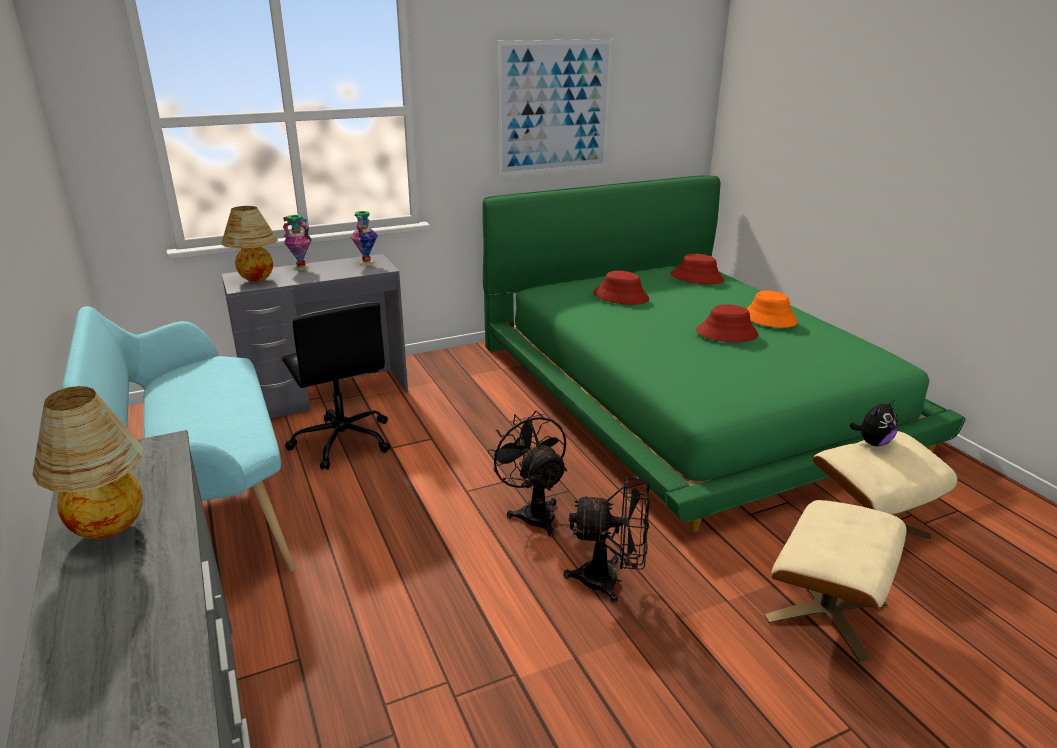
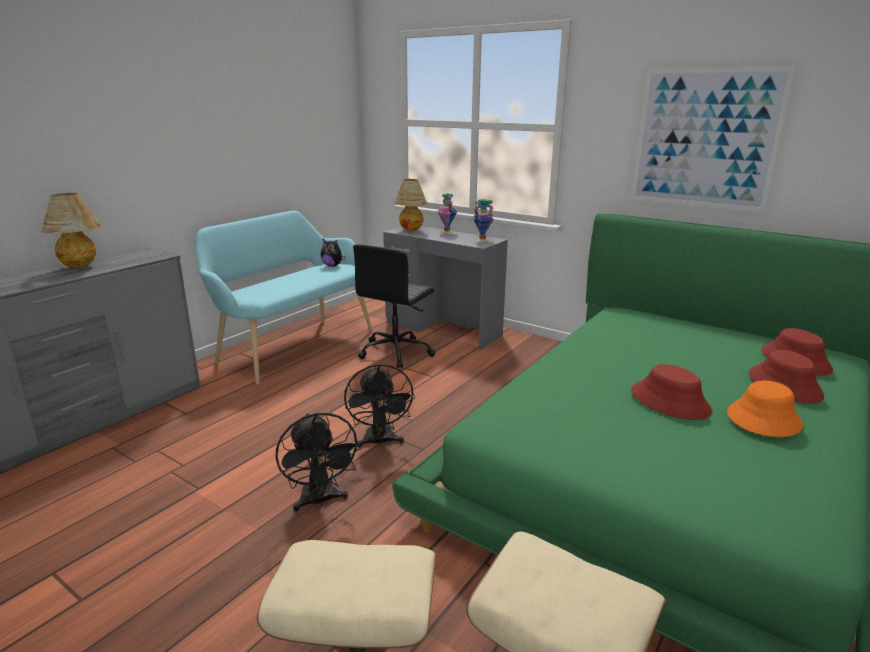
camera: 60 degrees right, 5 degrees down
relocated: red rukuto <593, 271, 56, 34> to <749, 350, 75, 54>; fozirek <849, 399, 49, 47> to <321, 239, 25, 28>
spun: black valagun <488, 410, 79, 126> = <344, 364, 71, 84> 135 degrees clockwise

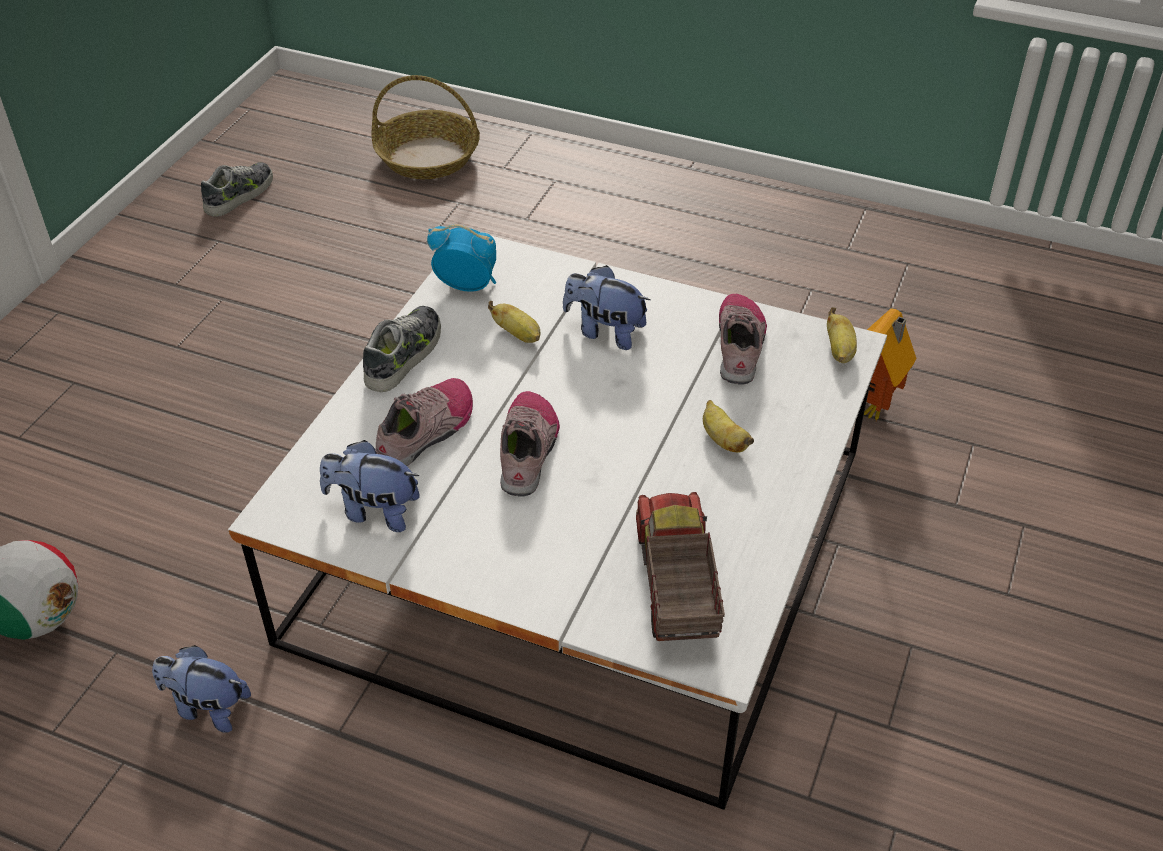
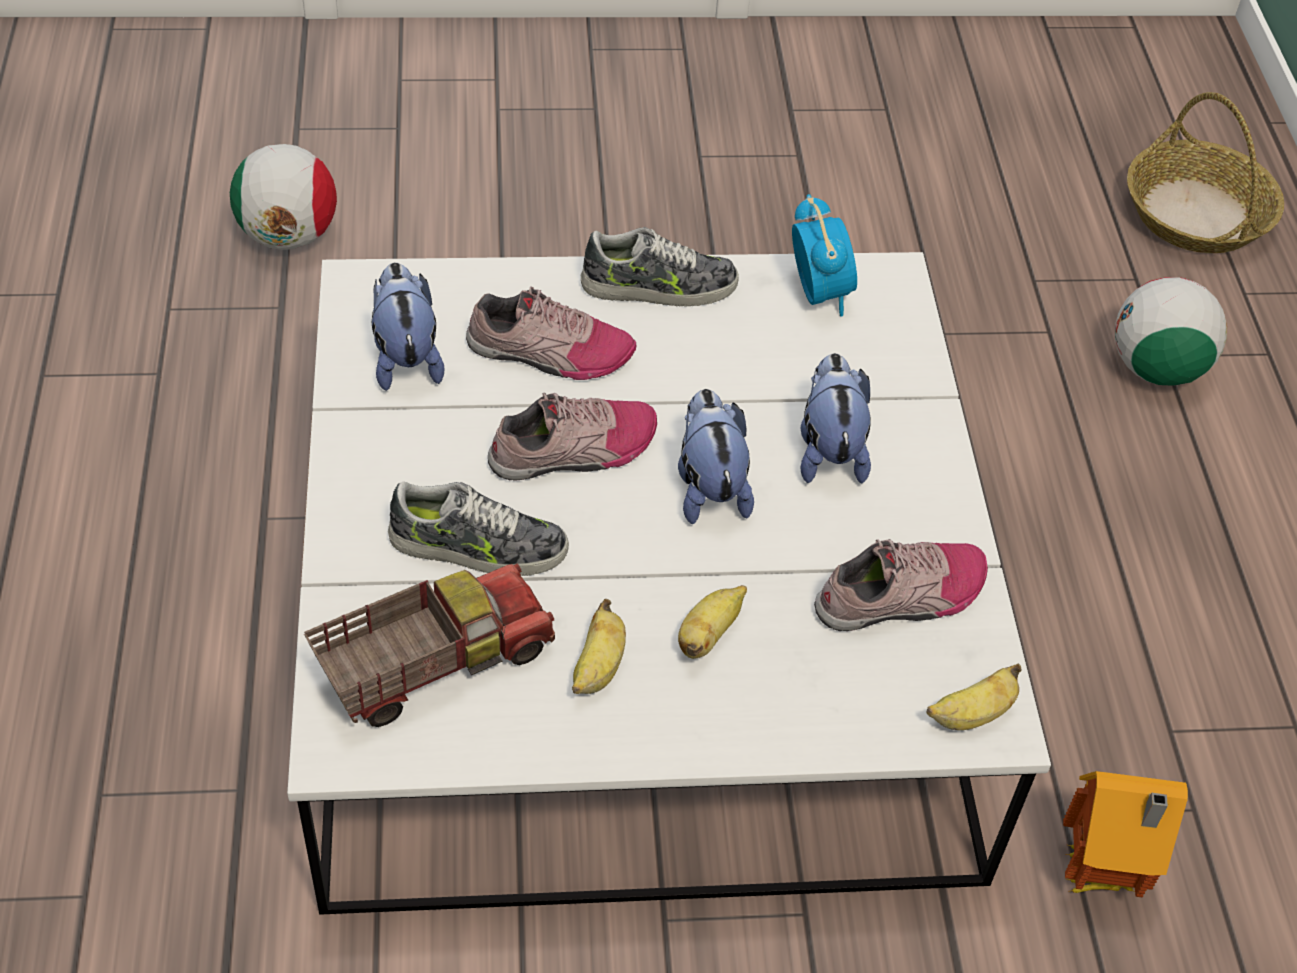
camera: 60 degrees right, 5 degrees up
appeared: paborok <1115, 277, 112, 108>
relocated: fozirek <152, 645, 99, 88> to <678, 389, 76, 135>; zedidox <201, 162, 72, 55> to <388, 481, 181, 95>; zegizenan <488, 301, 53, 42> to <572, 599, 54, 95>

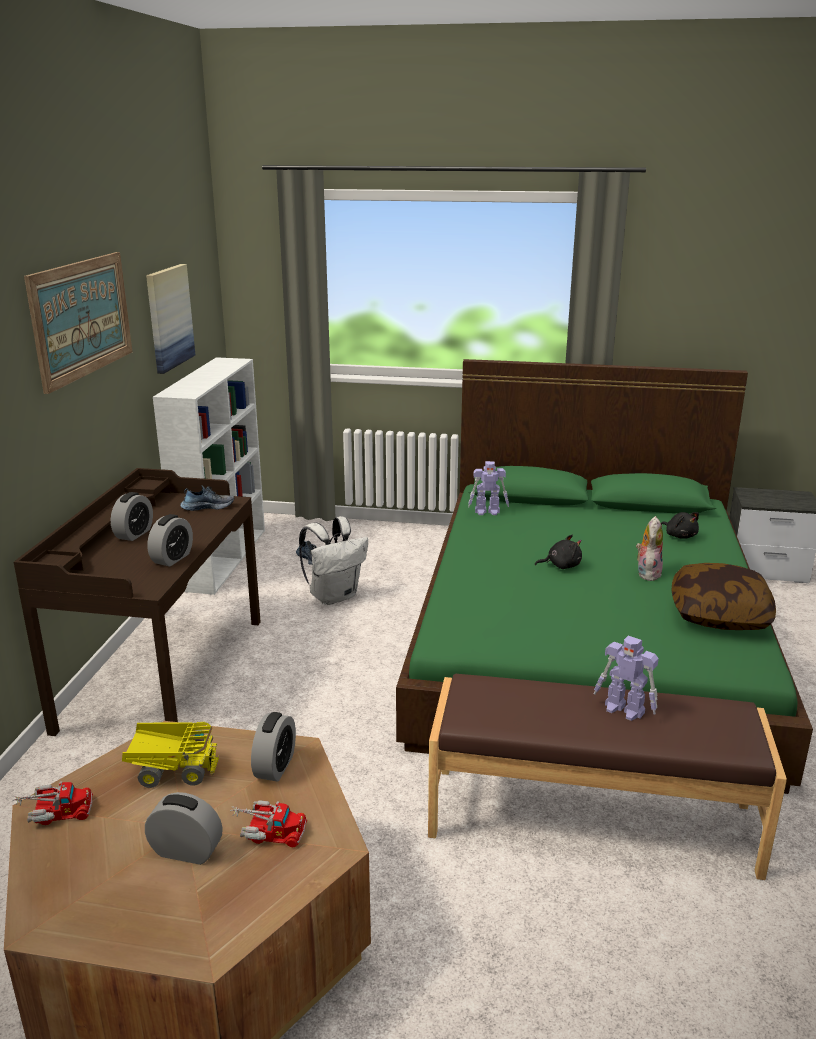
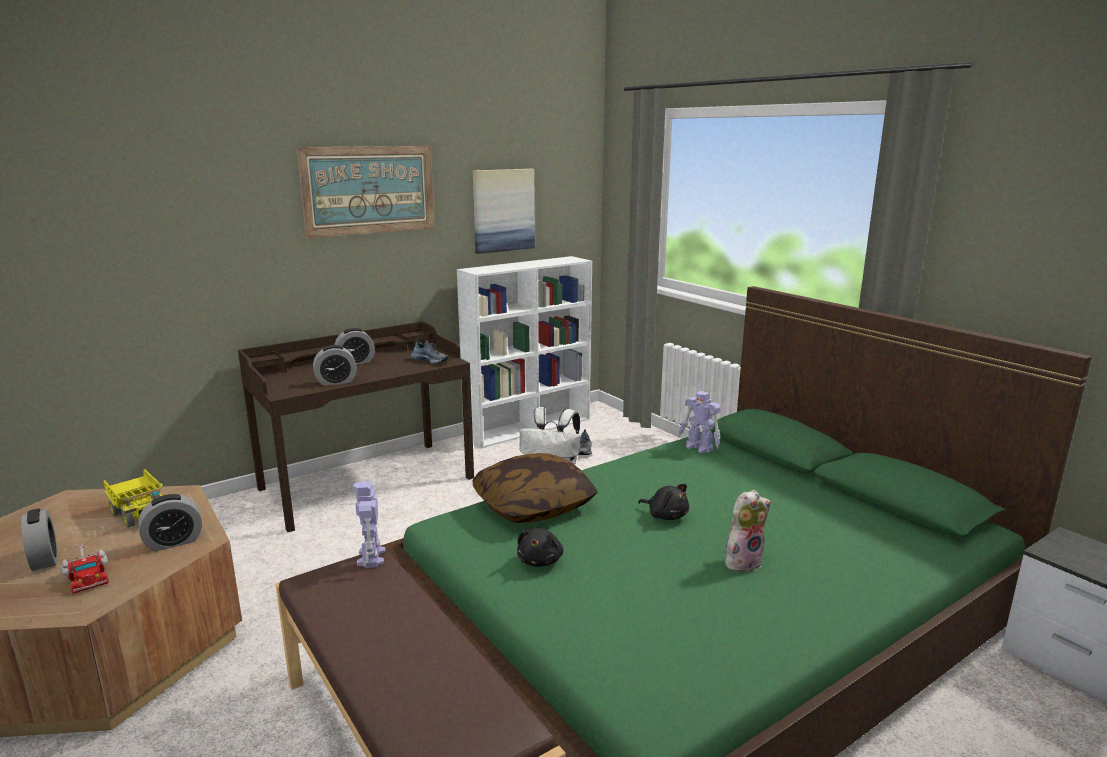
camera: 45 degrees right, 5 degrees down
missing: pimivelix <12, 781, 81, 44>
relocated: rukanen <594, 636, 65, 85> to <353, 481, 32, 87>; black fozirek <661, 512, 38, 27> to <517, 528, 47, 39>; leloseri <672, 563, 104, 67> to <472, 453, 126, 70>

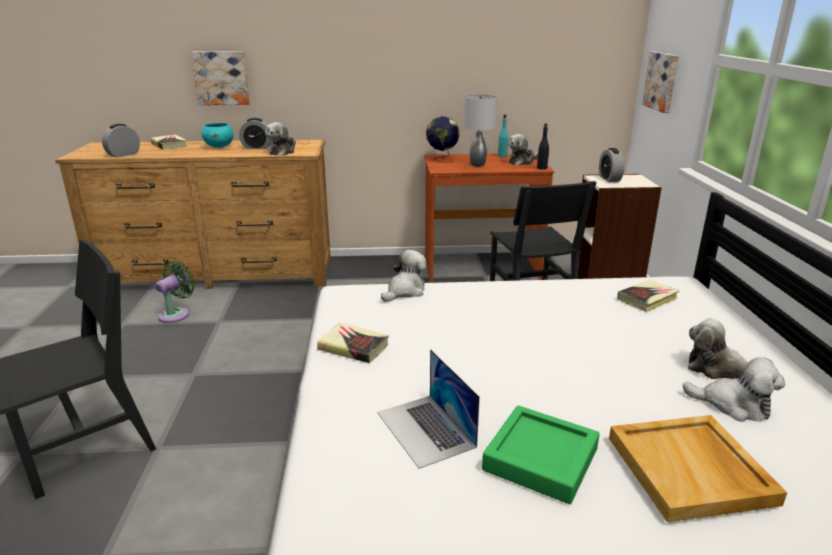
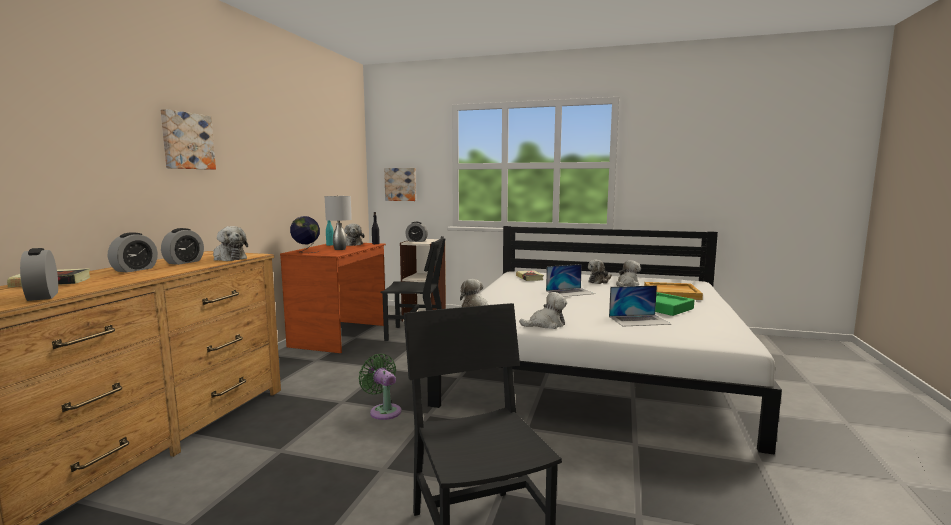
camera: 70 degrees left, 15 degrees down
appeared: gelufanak <546, 264, 49, 33>
relocated: green valagun <155, 261, 40, 62> to <358, 354, 43, 66>; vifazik <191, 51, 59, 54> to <160, 109, 56, 61>
exchanged: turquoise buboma <202, 123, 32, 25> to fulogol <108, 232, 50, 41>; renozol <317, 322, 72, 41> to fozirek <519, 292, 48, 37>

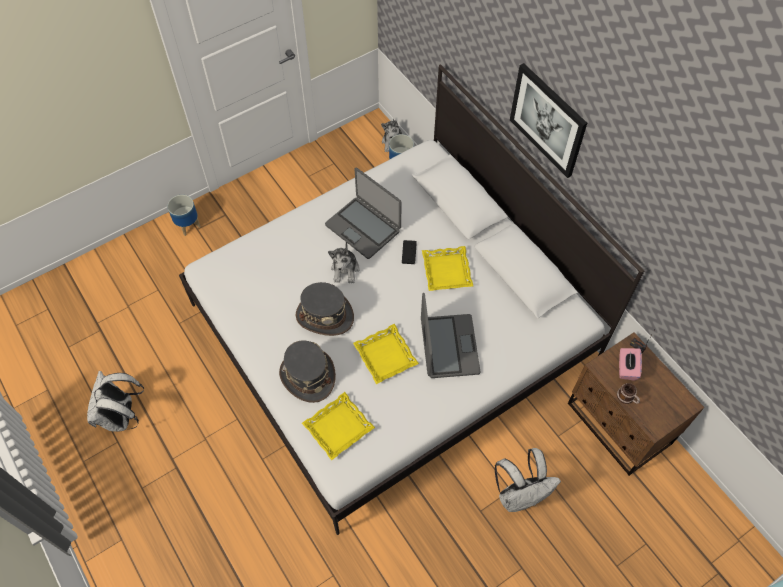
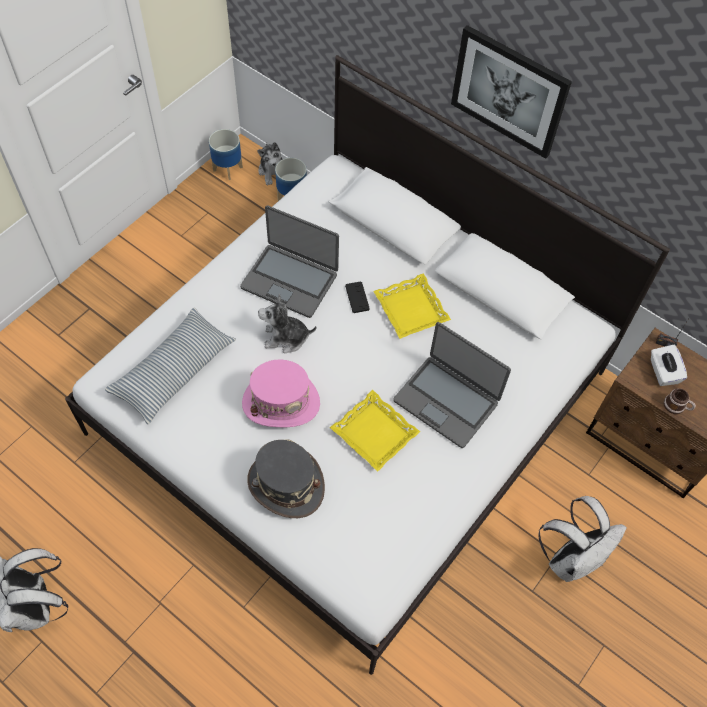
camera: 20 degrees left, 0 degrees up
missing: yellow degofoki <302, 392, 73, 69>
appeared: leloseri <105, 307, 131, 117>
relocated: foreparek <167, 195, 33, 41> to <209, 129, 34, 51>
colour: grey rukuto <296, 282, 58, 54> to pink rukuto <242, 360, 78, 67>; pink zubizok <619, 348, 23, 33> to white zubizok <651, 345, 36, 41>
spun: fozirek <328, 241, 32, 42> = <258, 294, 59, 59> 105 degrees clockwise; gelufanak <421, 293, 59, 85> = <393, 322, 118, 126> 150 degrees clockwise

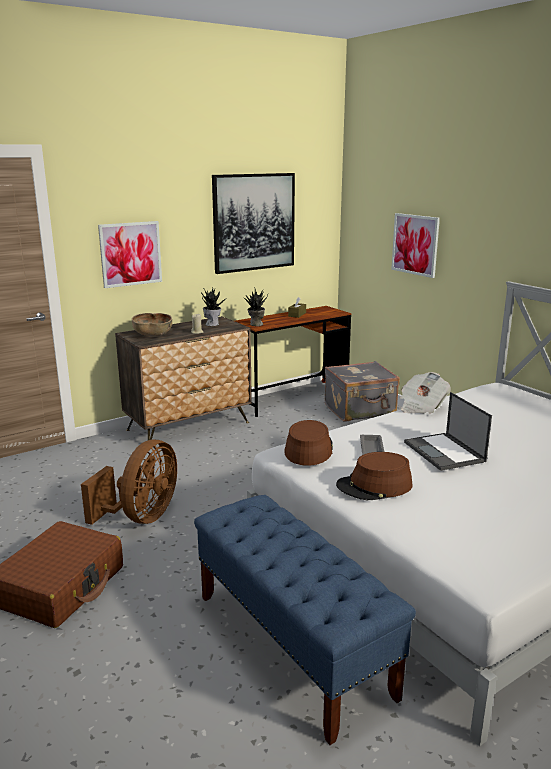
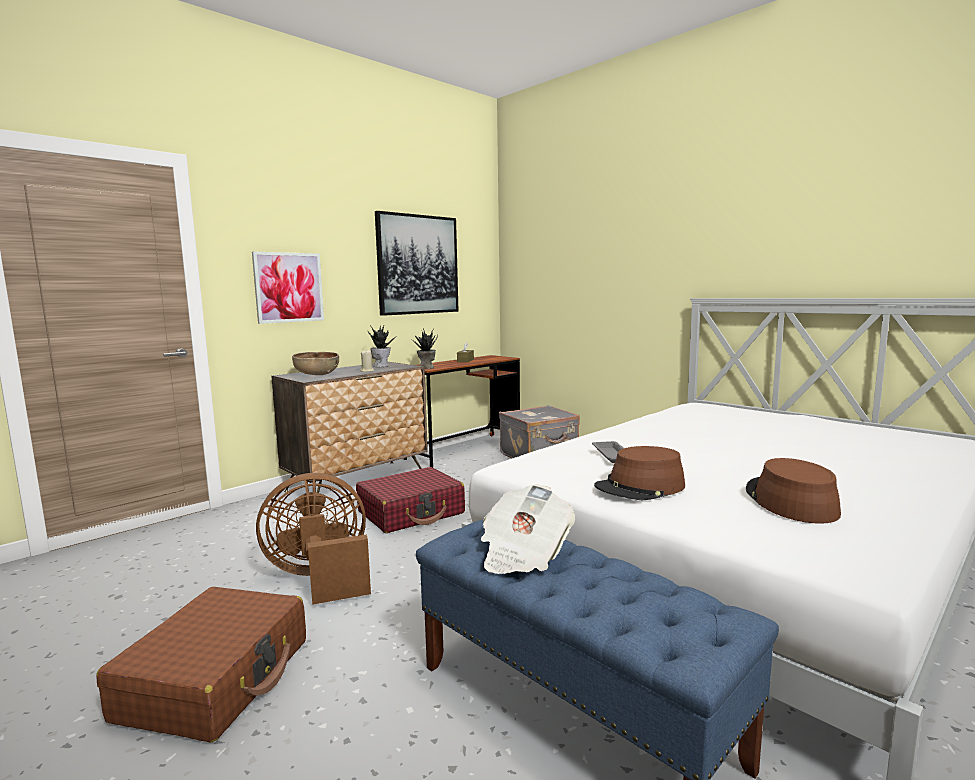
camera: 10 degrees left, 10 degrees down
missing: vifazik <391, 213, 49, 65>; gelufanak <404, 392, 88, 79>
appeared: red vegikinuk <356, 467, 109, 66>
relocated: brown rukuto <284, 420, 49, 46> to <746, 458, 95, 66>; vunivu <400, 372, 51, 42> to <481, 484, 94, 90>
spun: brown valagun <81, 440, 96, 85> = <256, 473, 115, 132> 120 degrees counterclockwise

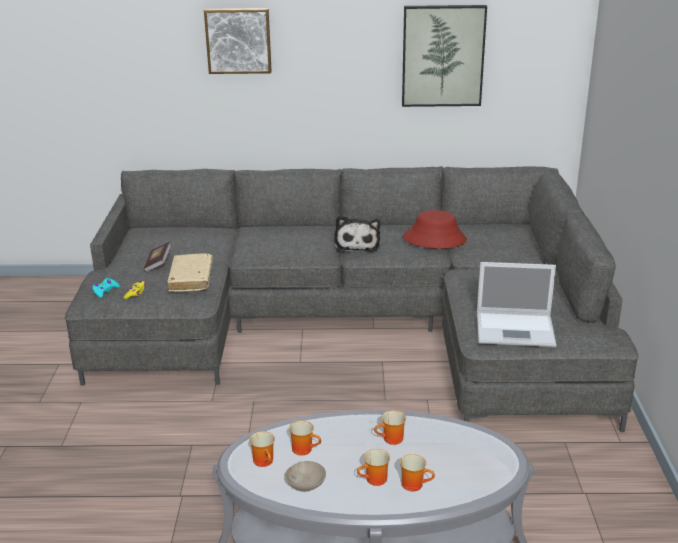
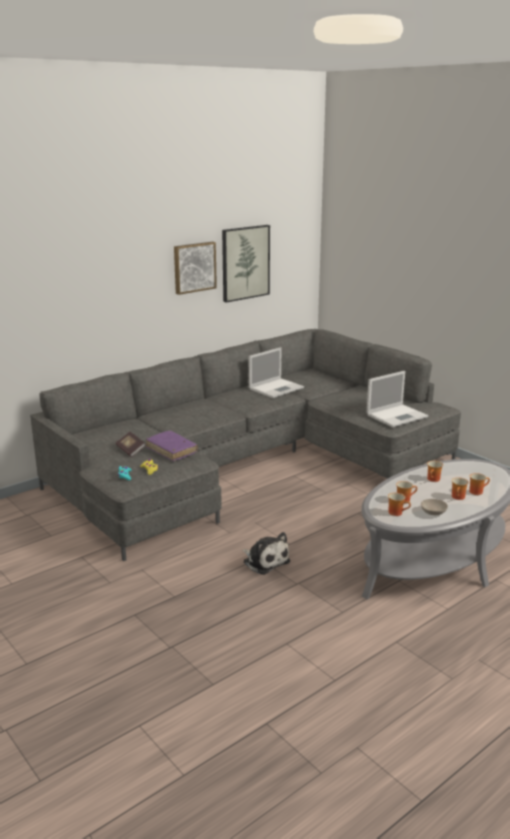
camera: 40 degrees left, 5 degrees down
relocated: vifazik <204, 8, 68, 66> to <174, 242, 43, 53>; fozirek <334, 215, 46, 38> to <242, 532, 48, 43>
exchanged: red rukuto <403, 210, 64, 39> to gelufanak <249, 347, 55, 51>
colour: beige renozol <168, 253, 45, 39> to purple renozol <146, 431, 52, 30>

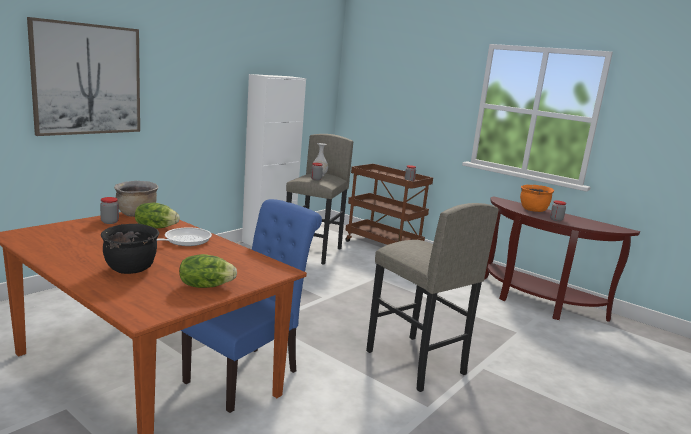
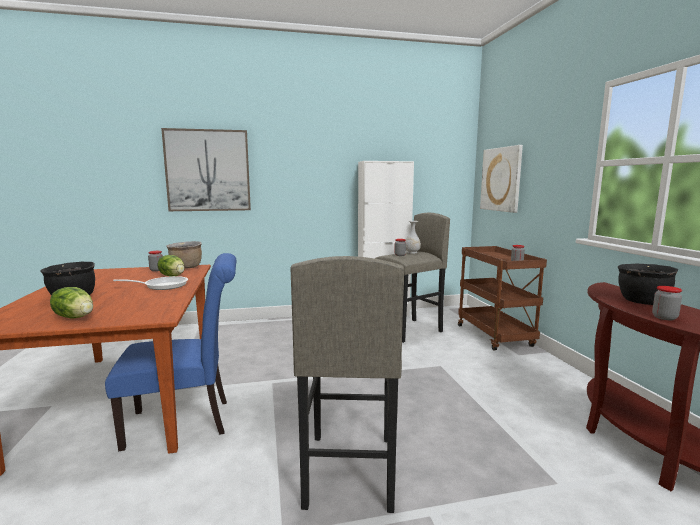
camera: 40 degrees right, 5 degrees down
appeared: vifazik <480, 145, 43, 68>
colour: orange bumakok <520, 185, 34, 27> to black bumakok <618, 263, 60, 42>

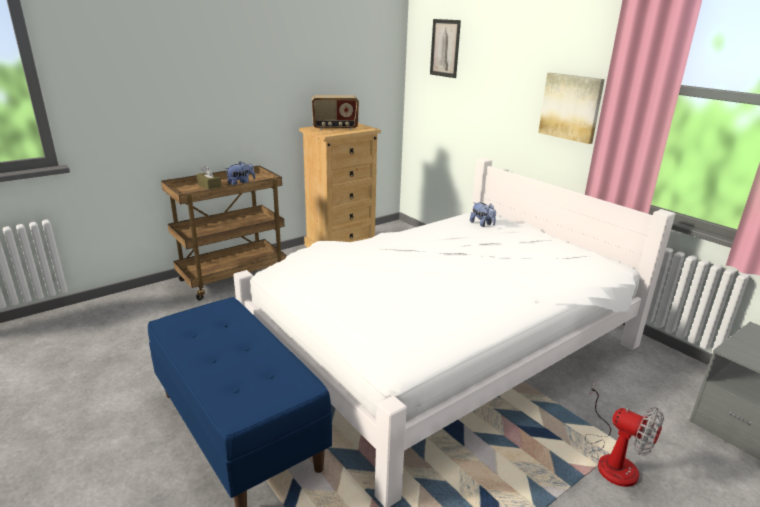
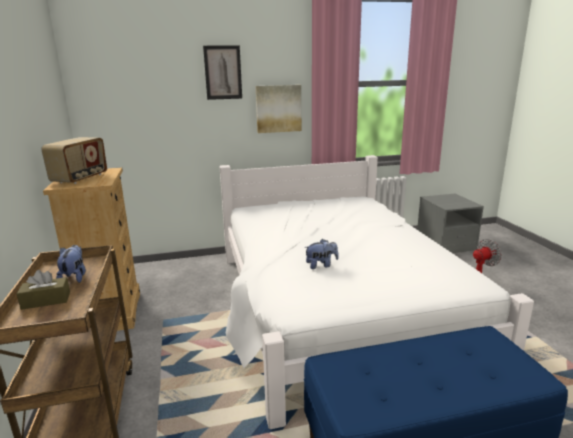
camera: 65 degrees left, 5 degrees down
relocated: vifazik <430, 19, 31, 59> to <203, 45, 39, 55>; fozirek <470, 202, 26, 25> to <304, 239, 35, 30>

